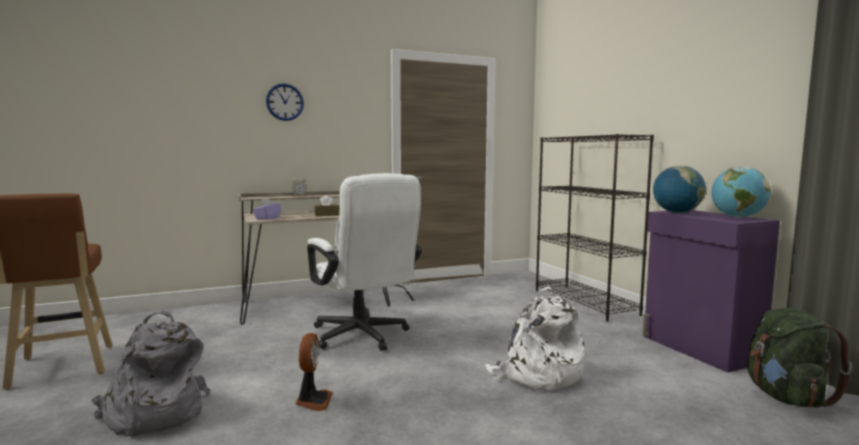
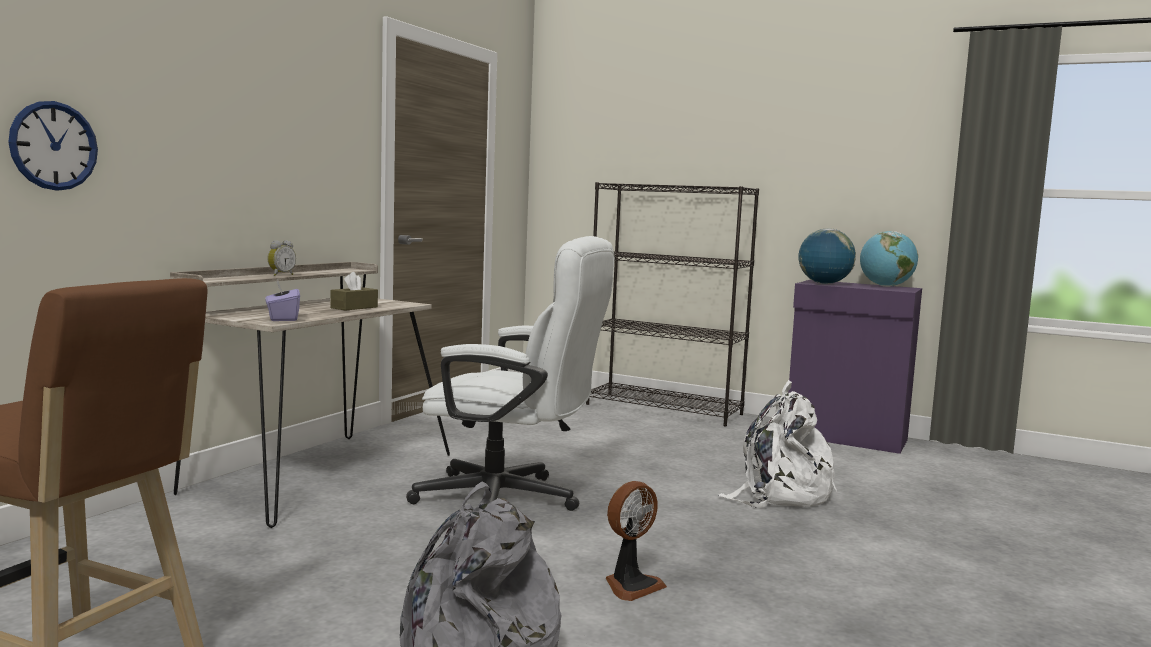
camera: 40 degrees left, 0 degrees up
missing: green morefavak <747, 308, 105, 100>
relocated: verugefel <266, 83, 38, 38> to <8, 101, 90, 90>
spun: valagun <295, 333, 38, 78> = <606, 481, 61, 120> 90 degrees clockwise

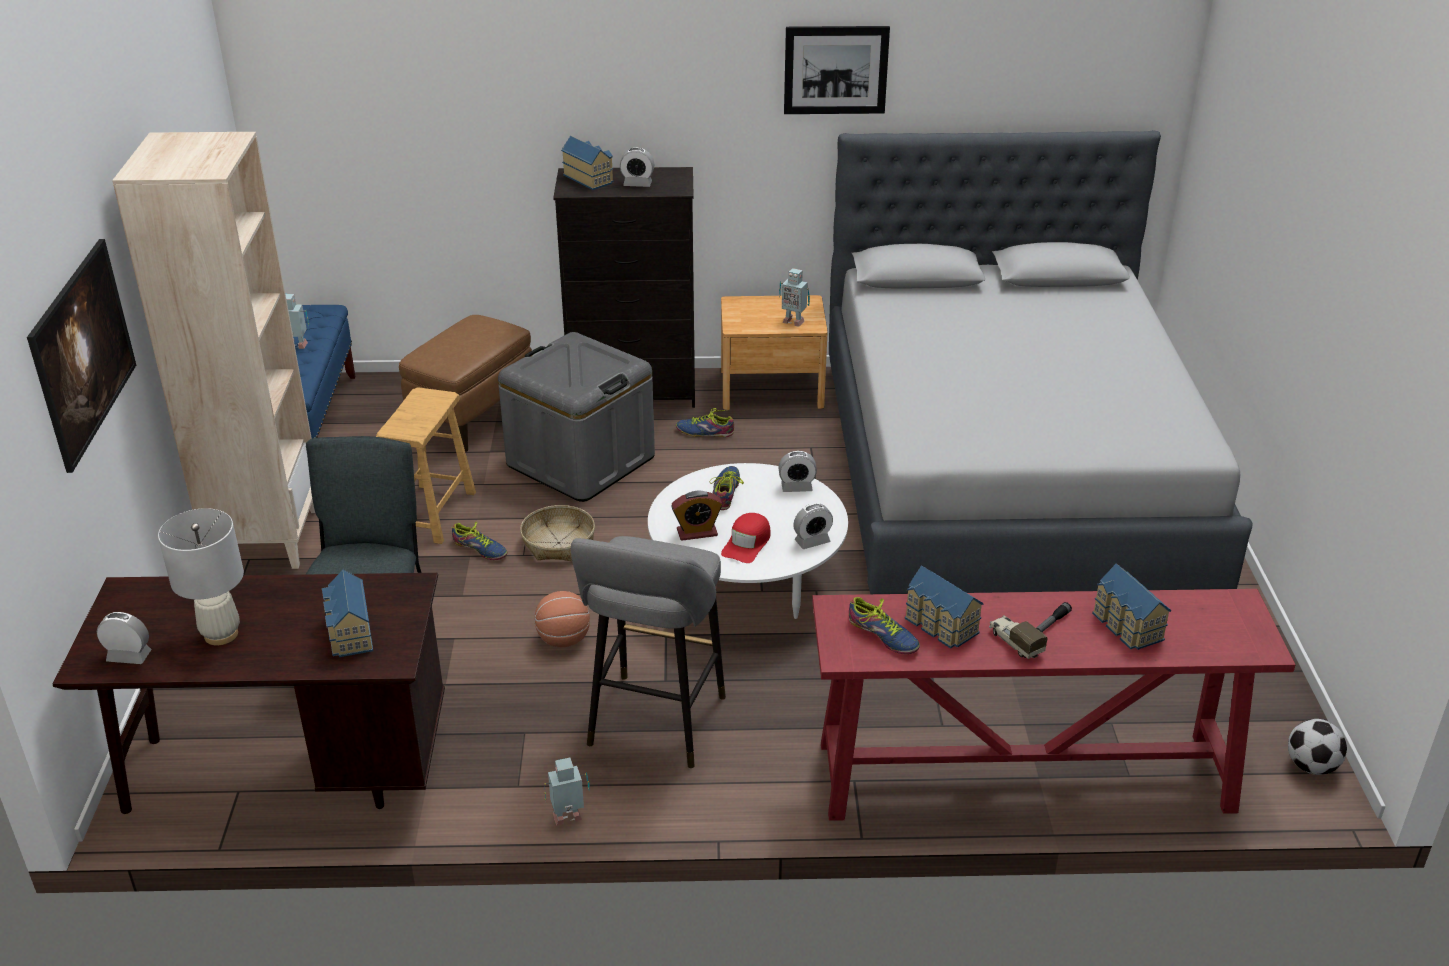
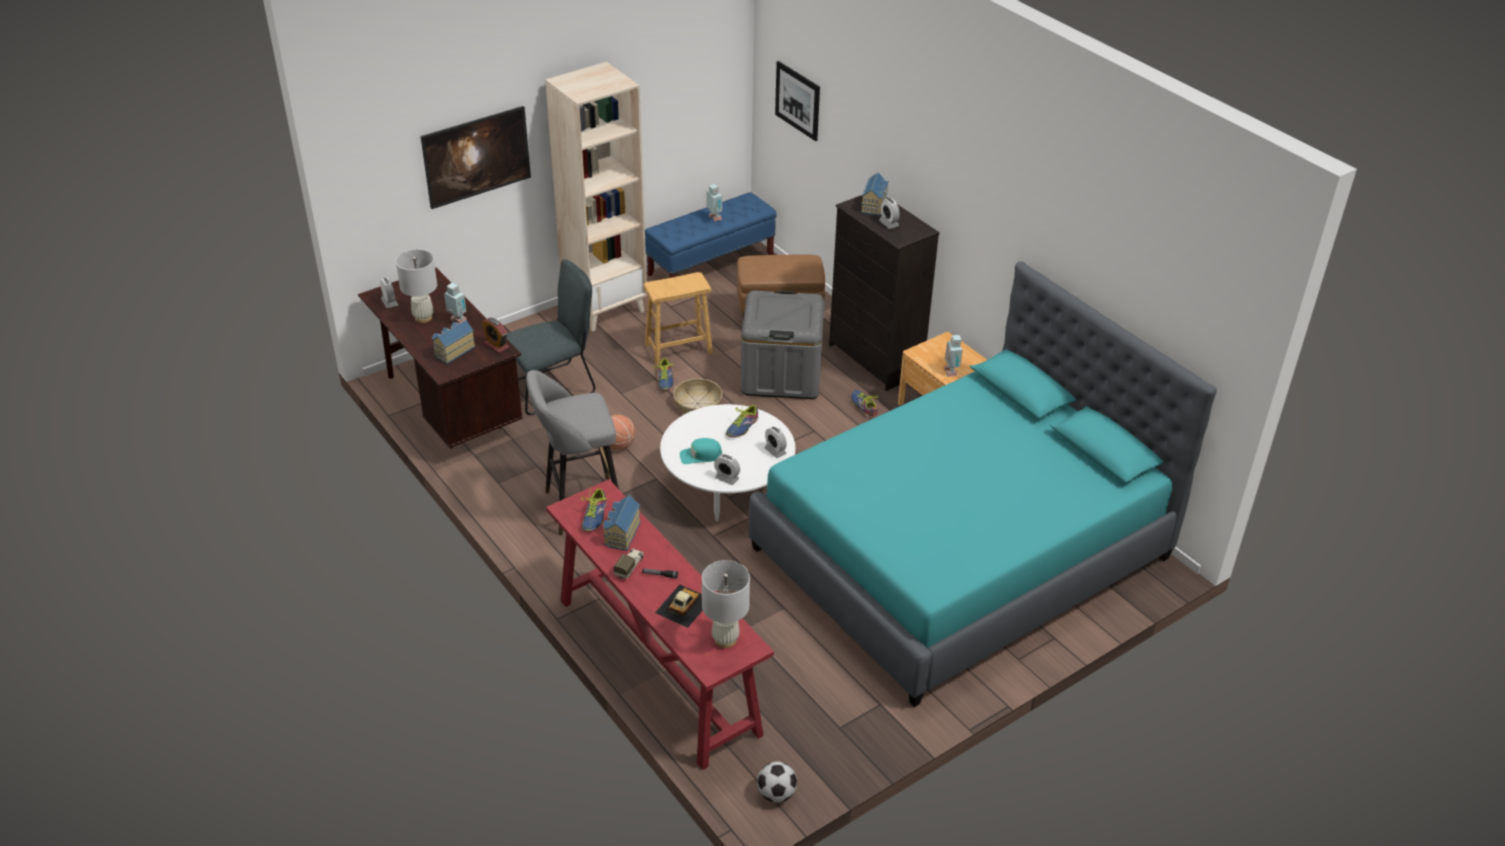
camera: 55 degrees right, 5 degrees up
appeared: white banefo <702, 560, 48, 88>
relocated: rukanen <544, 758, 46, 68> to <444, 282, 23, 42>; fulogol <671, 491, 51, 50> to <481, 318, 28, 35>; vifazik <784, 26, 106, 88> to <775, 61, 45, 80>
exchanged: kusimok <1092, 563, 79, 87> to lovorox <655, 585, 48, 43>
colour: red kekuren <721, 513, 50, 50> to turquoise kekuren <680, 438, 42, 26>; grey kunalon <829, 130, 424, 464> to turquoise kunalon <748, 261, 469, 446>
spun: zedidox <710, 466, 34, 44> = <726, 405, 32, 33> 150 degrees clockwise

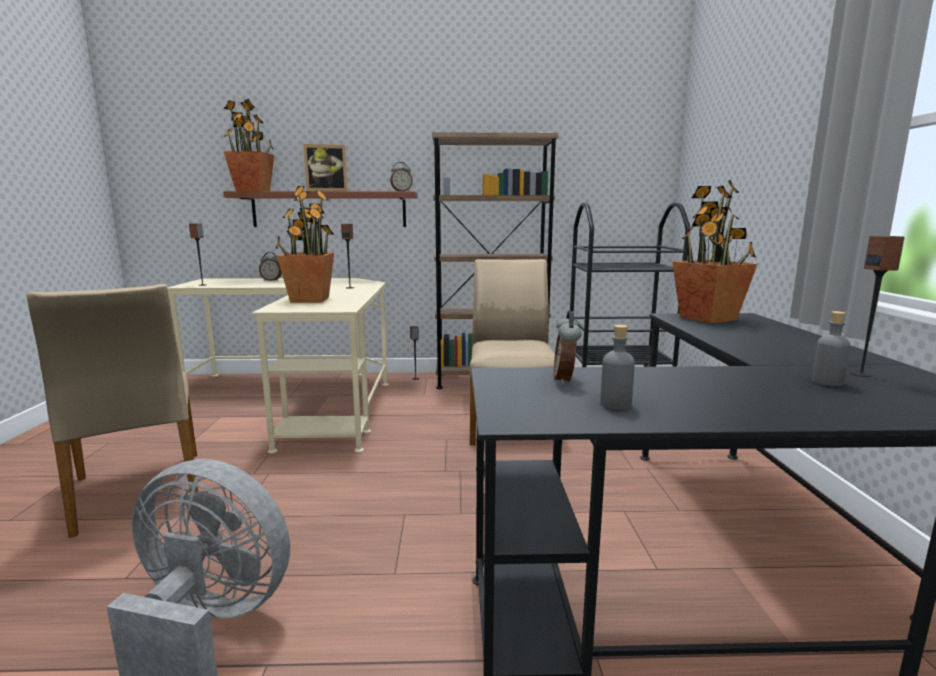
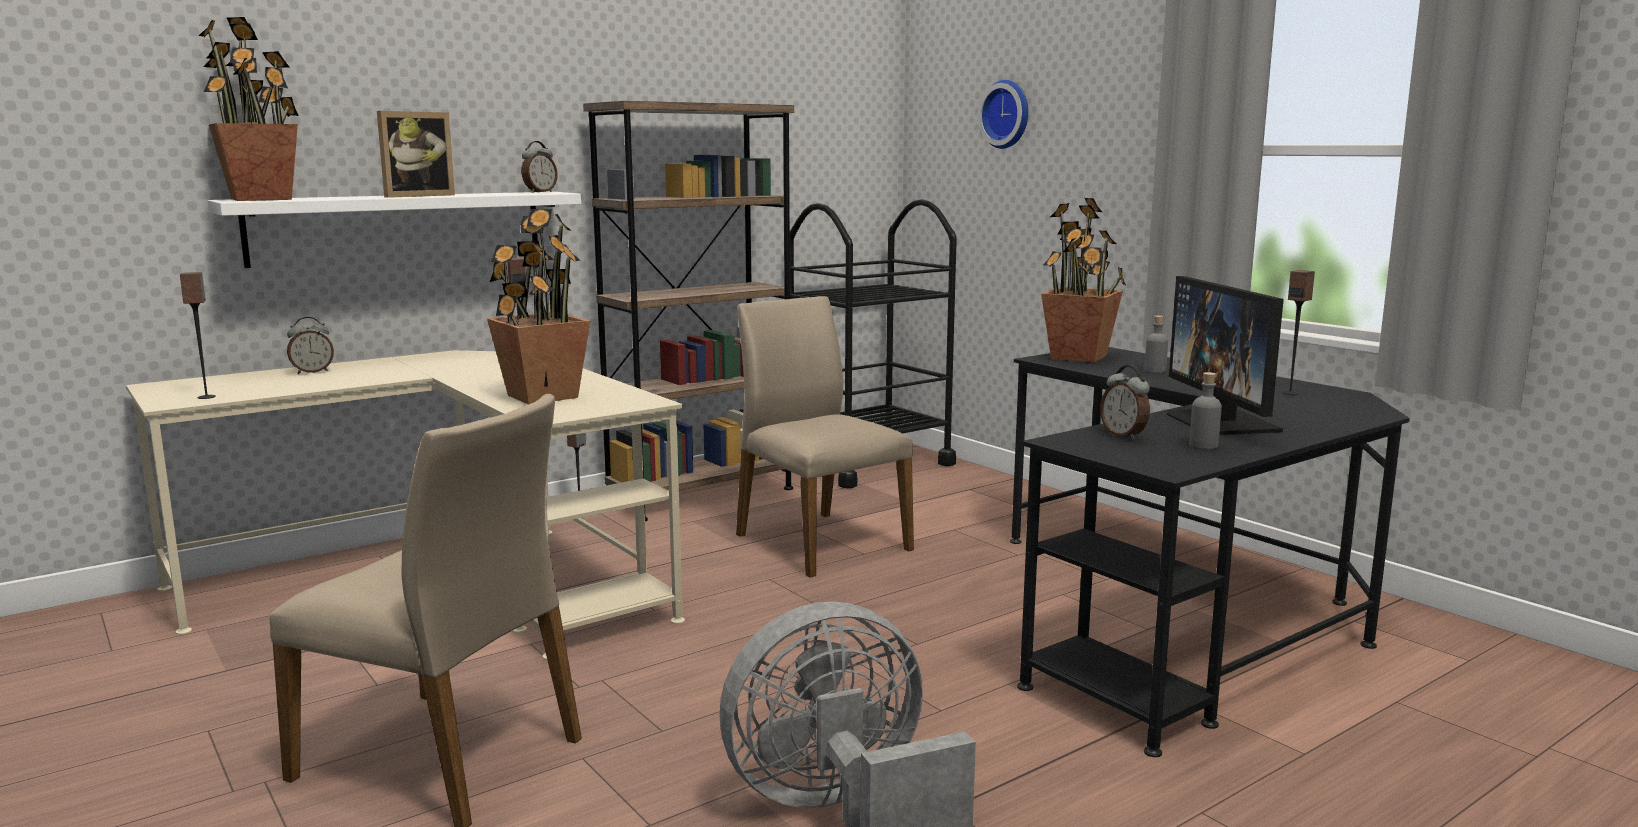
camera: 35 degrees left, 0 degrees up
appeared: verugefel <978, 80, 50, 69>; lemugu <1167, 276, 117, 159>
relocated: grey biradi <812, 311, 38, 75> to <1145, 315, 23, 58>
colour: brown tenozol <223, 191, 195, 36> to white tenozol <208, 192, 373, 76>

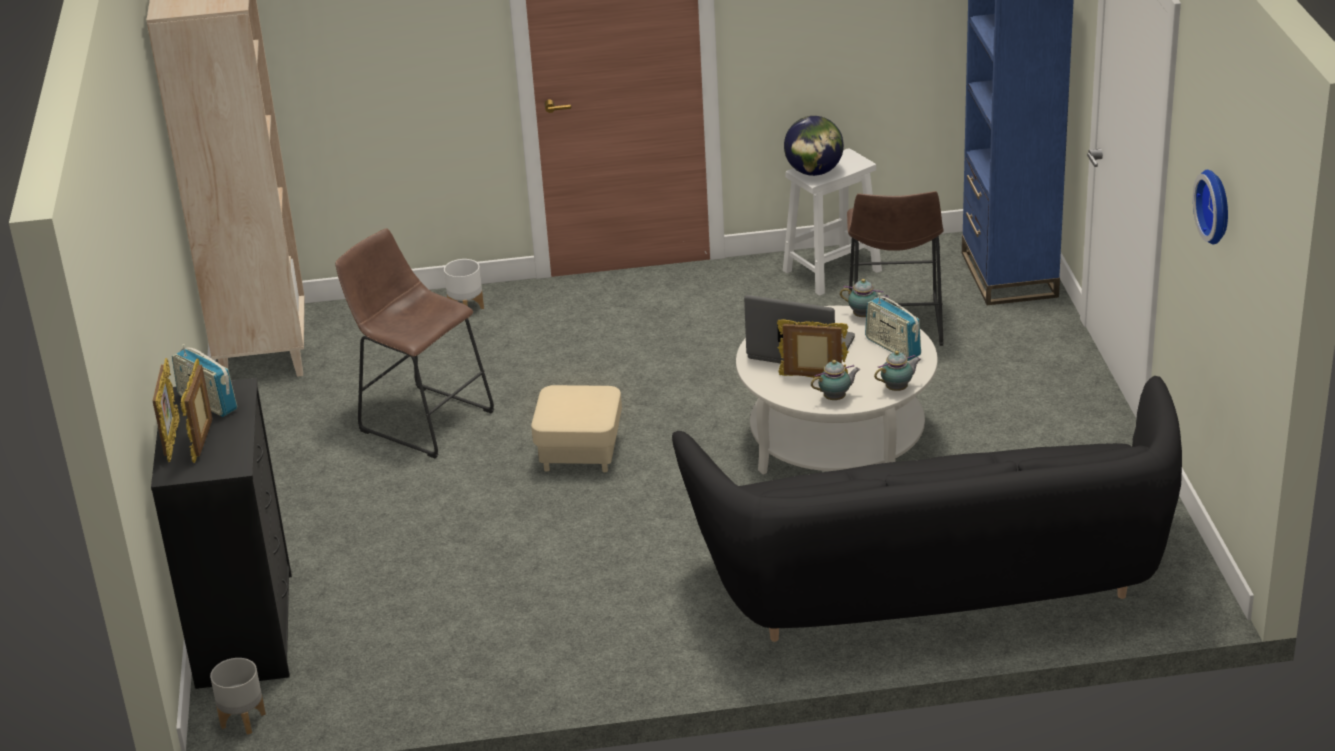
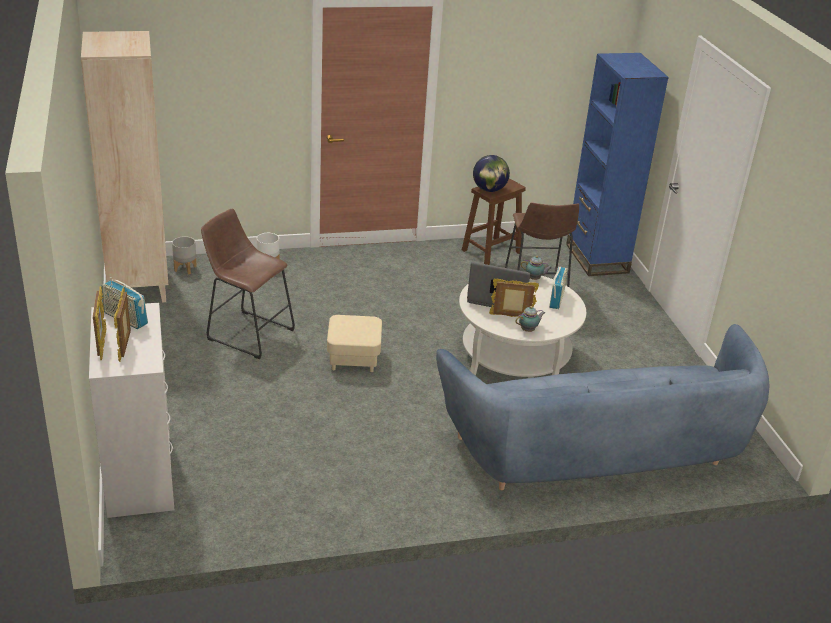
camera: 10 degrees left, 0 degrees up
missing: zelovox <874, 351, 47, 40>; verugefel <1193, 170, 35, 74>
relocated: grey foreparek <210, 658, 56, 77> to <172, 236, 25, 38>
colour: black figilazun <151, 378, 141, 311> to white figilazun <89, 303, 85, 215>; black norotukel <672, 376, 510, 266> to blue norotukel <436, 324, 334, 166>; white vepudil <783, 148, 99, 148> to brown vepudil <462, 178, 64, 87>
spun: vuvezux <865, 293, 56, 68> = <549, 267, 19, 42> 120 degrees counterclockwise

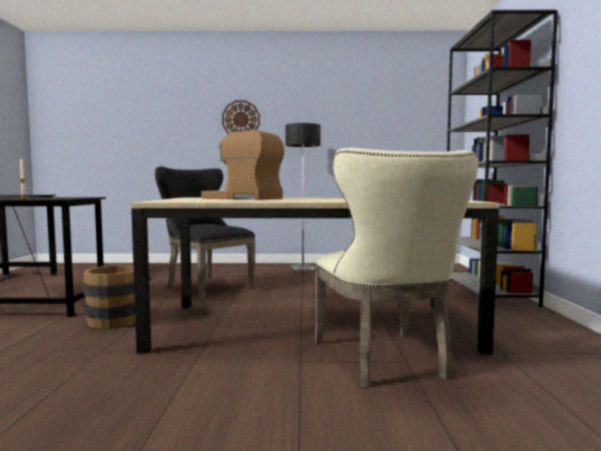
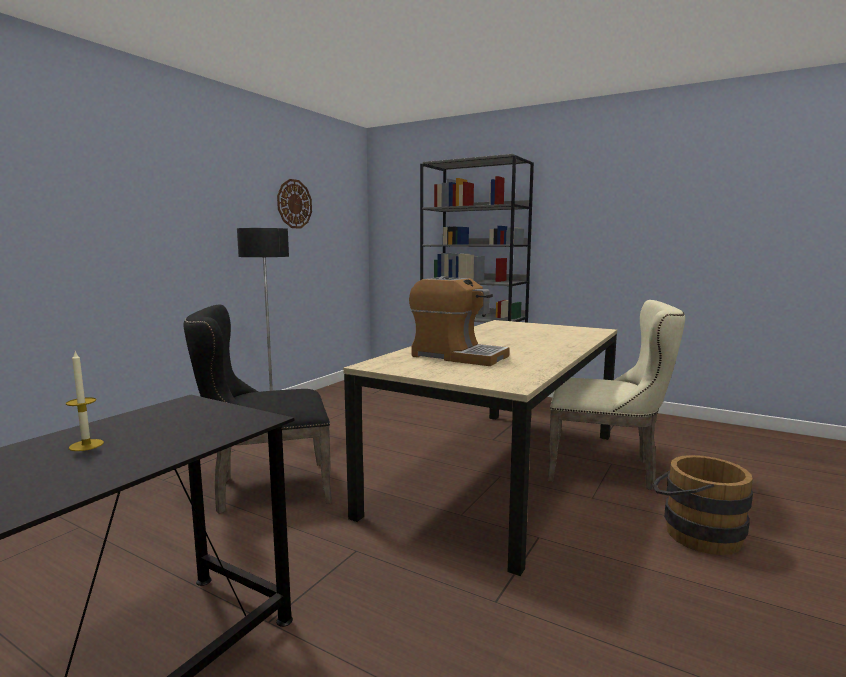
camera: 60 degrees left, 5 degrees up
relocated: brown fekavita <83, 265, 68, 64> to <652, 455, 101, 100>; verugefel <222, 100, 38, 34> to <277, 179, 35, 50>
spun: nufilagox <201, 130, 84, 70> = <409, 276, 101, 90> 120 degrees counterclockwise

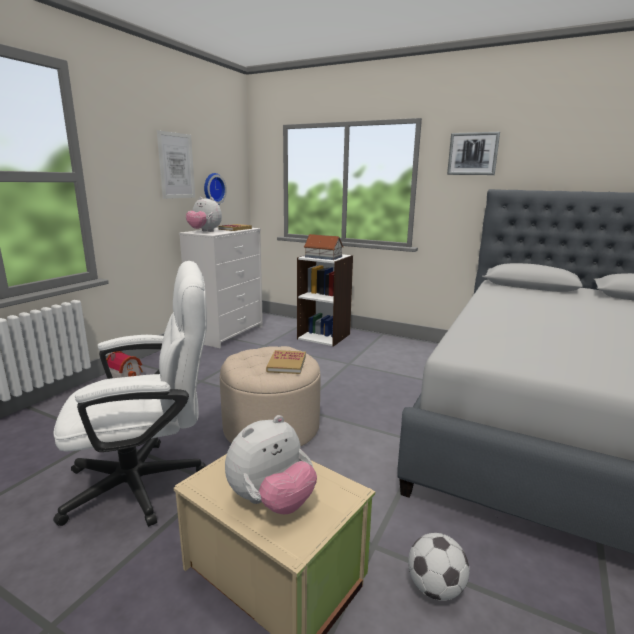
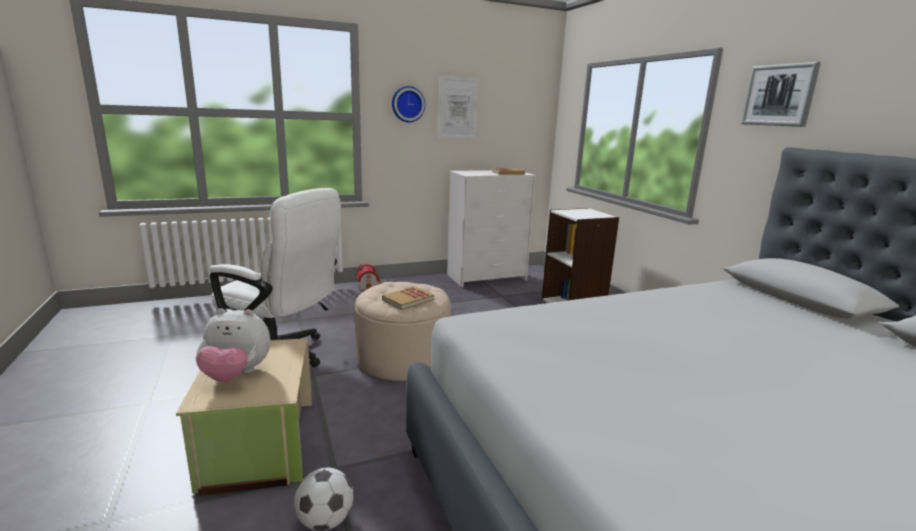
camera: 40 degrees right, 0 degrees up
missing: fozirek <186, 197, 36, 35>; kusimok <304, 234, 40, 26>
relocated: verugefel <204, 173, 23, 32> to <392, 86, 33, 36>

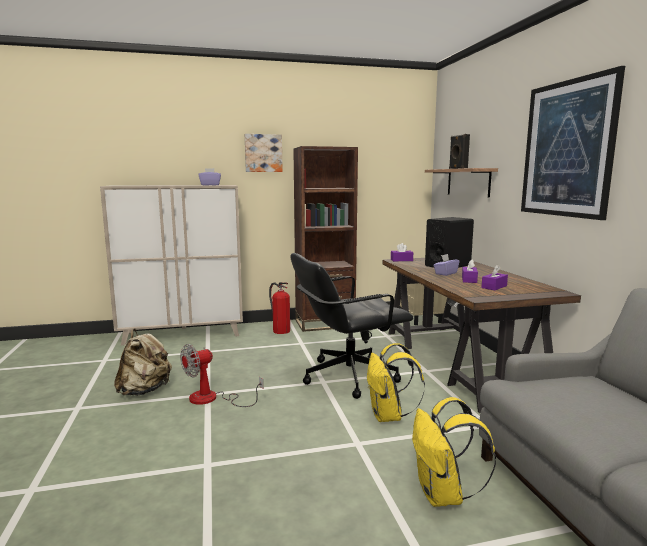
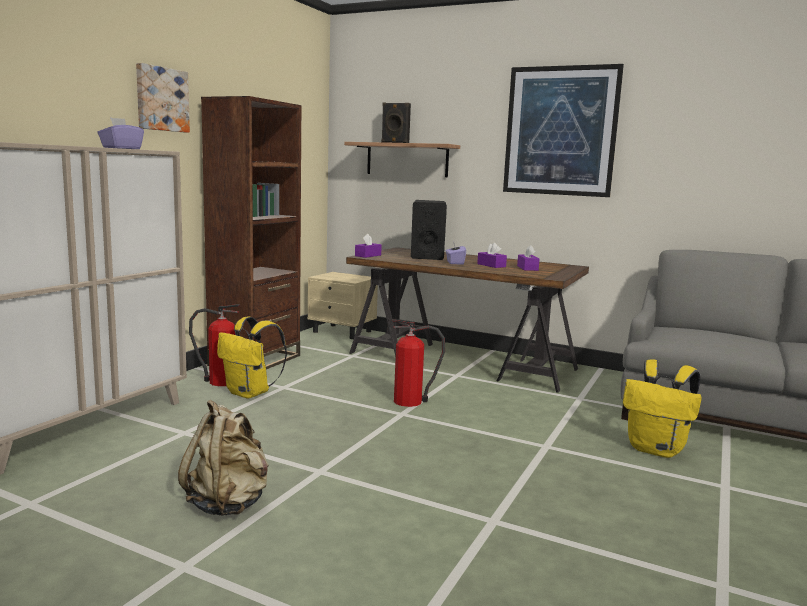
camera: 50 degrees left, 0 degrees up
missing: valagun <180, 344, 83, 63>
relocated: yellow morefavak <367, 343, 58, 79> to <217, 316, 70, 83>
exchanged: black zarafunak <290, 253, 123, 146> to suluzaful <392, 319, 53, 88>

